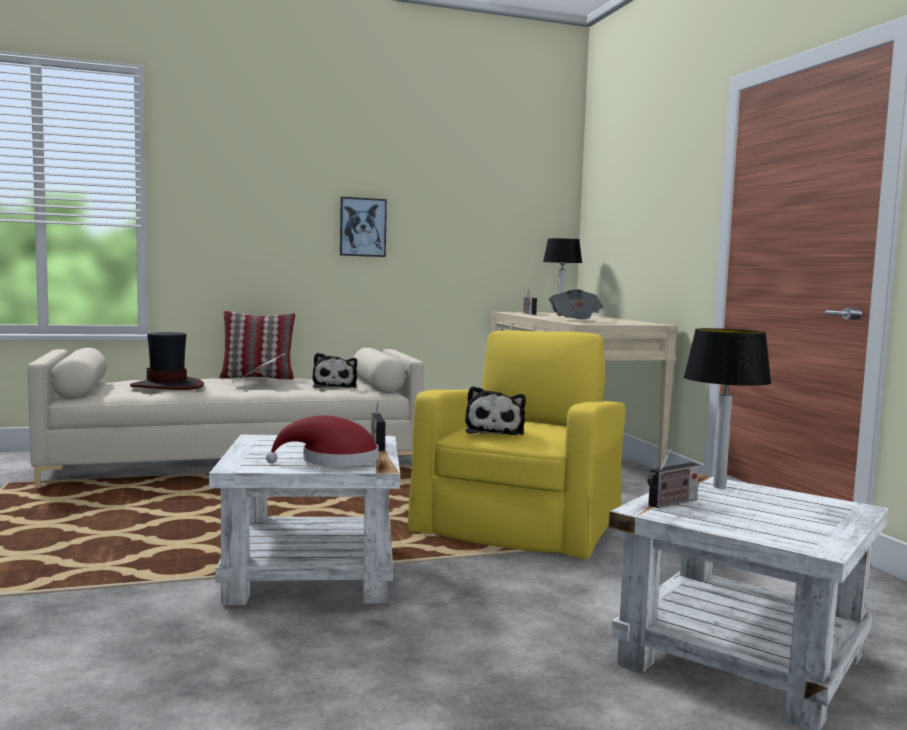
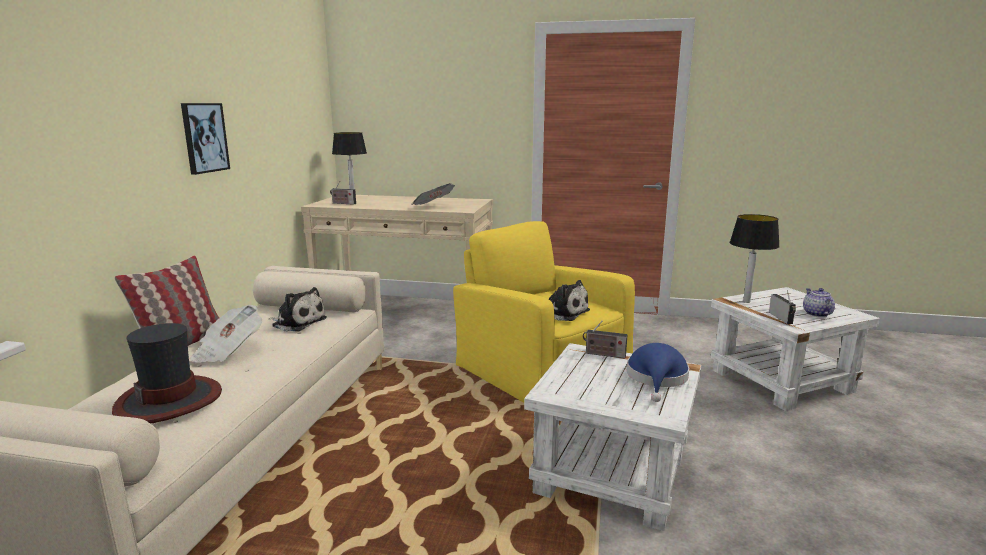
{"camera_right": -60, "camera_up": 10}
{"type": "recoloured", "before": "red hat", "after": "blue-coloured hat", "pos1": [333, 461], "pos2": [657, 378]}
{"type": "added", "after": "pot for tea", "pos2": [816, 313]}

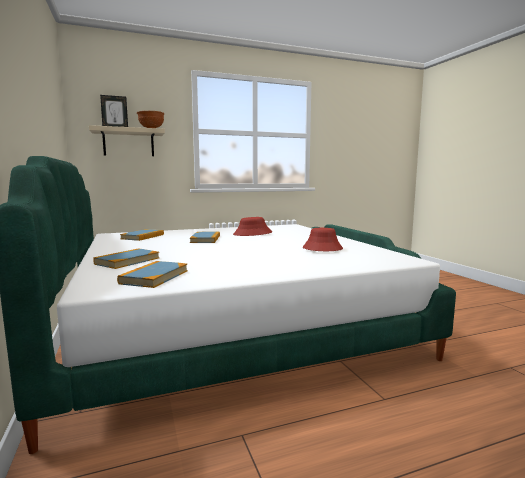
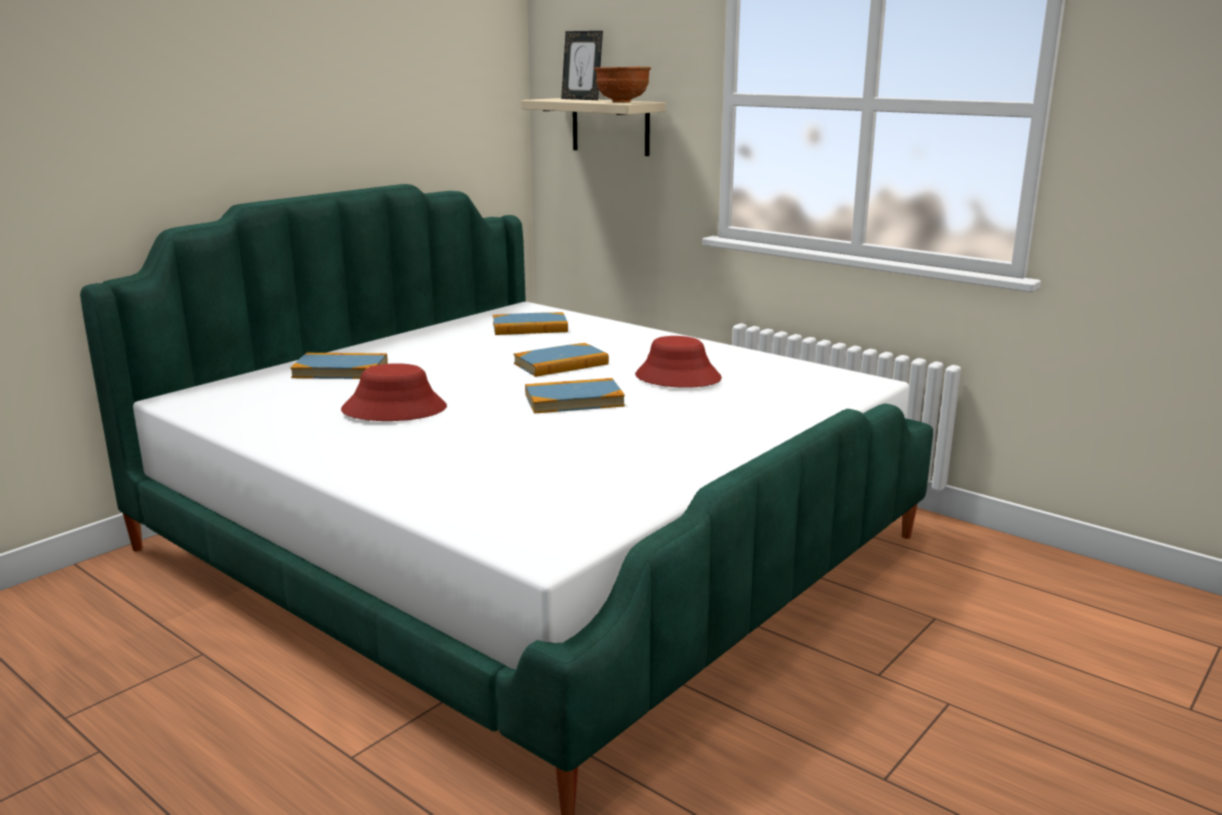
{"camera_right": 60, "camera_up": 10}
{"type": "moved", "before": "red hat", "pos1": [322, 248], "pos2": [394, 409]}
{"type": "moved", "before": "volume", "pos1": [154, 277], "pos2": [574, 400]}

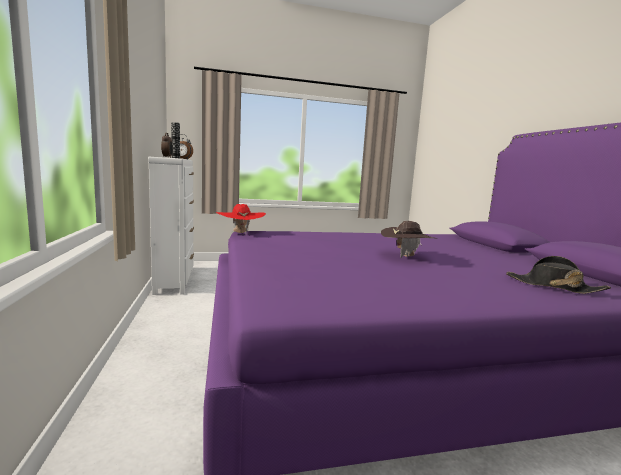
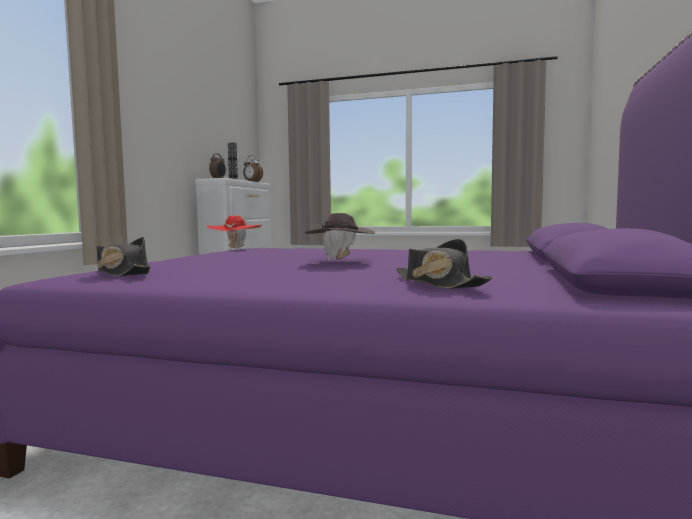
{"camera_right": 30, "camera_up": -5}
{"type": "added", "after": "black-coloured hat", "pos2": [123, 273]}

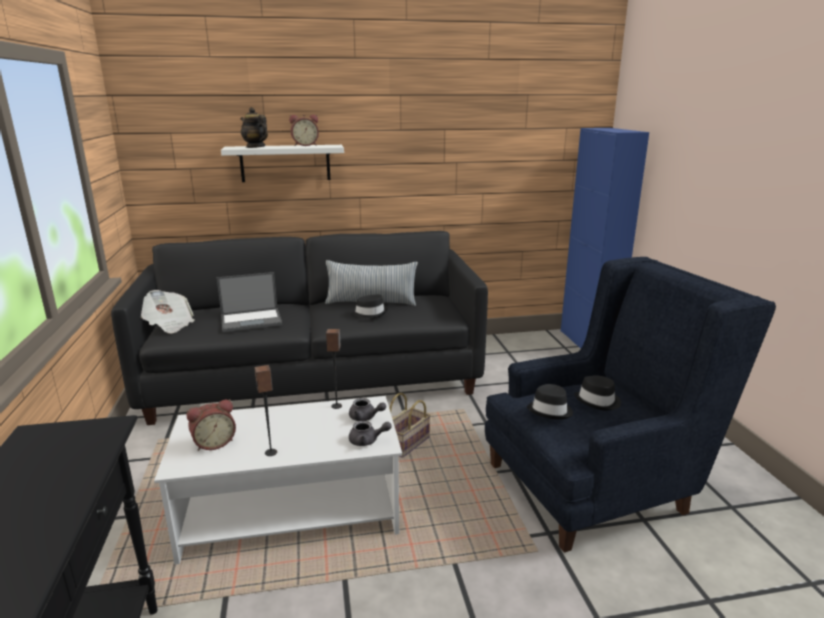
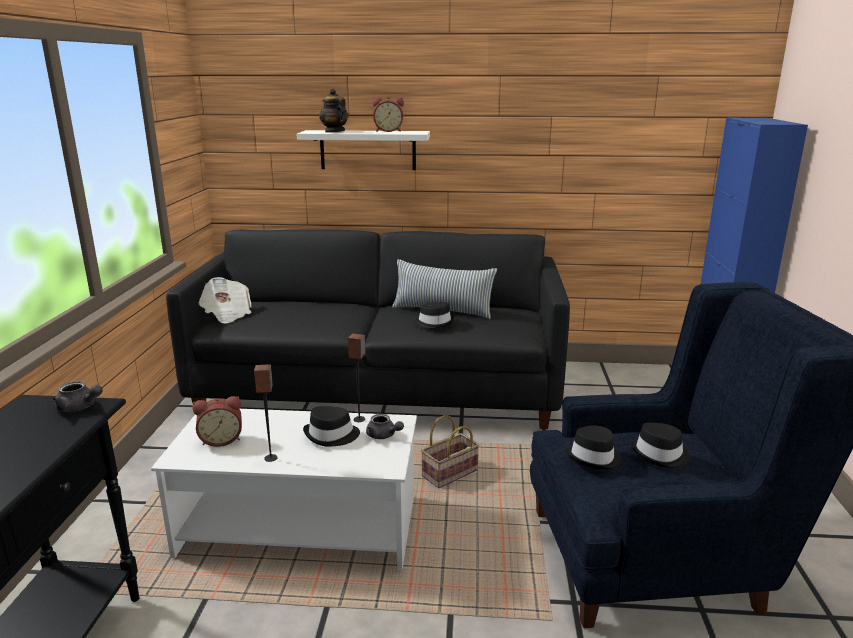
{"camera_right": 15, "camera_up": 0}
{"type": "removed", "before": "portable computer", "pos1": [252, 320]}
{"type": "moved", "before": "gray pot for tea", "pos1": [367, 441], "pos2": [79, 408]}
{"type": "added", "after": "black-coloured hat", "pos2": [331, 435]}

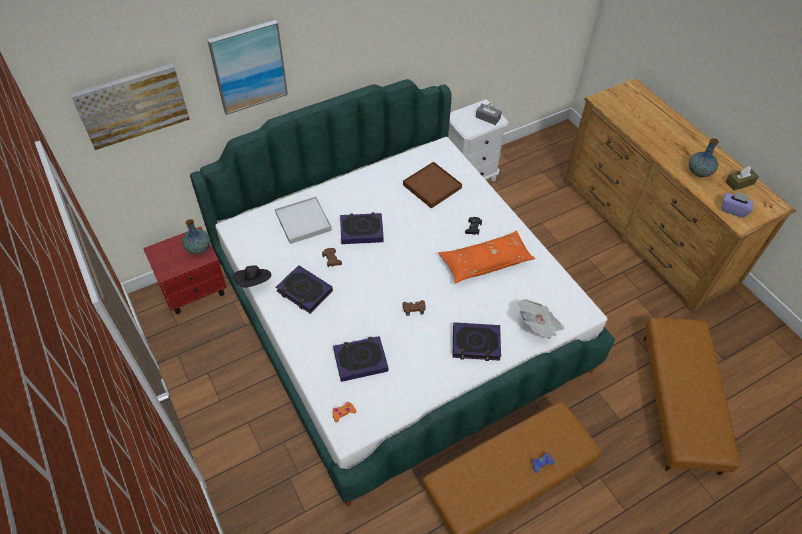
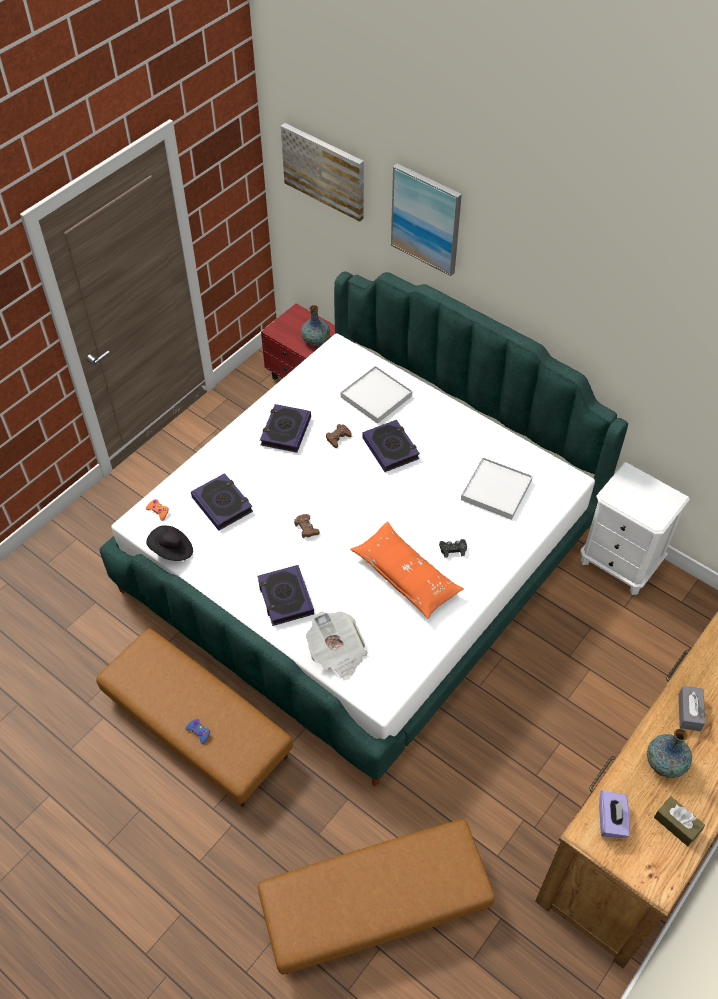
{"camera_right": 70, "camera_up": 0}
{"type": "moved", "before": "gray tissue holder", "pos1": [488, 118], "pos2": [689, 712]}
{"type": "recoloured", "before": "brown serving tray", "after": "white-coloured serving tray", "pos1": [432, 186], "pos2": [496, 490]}
{"type": "moved", "before": "black-coloured hat", "pos1": [254, 282], "pos2": [172, 551]}

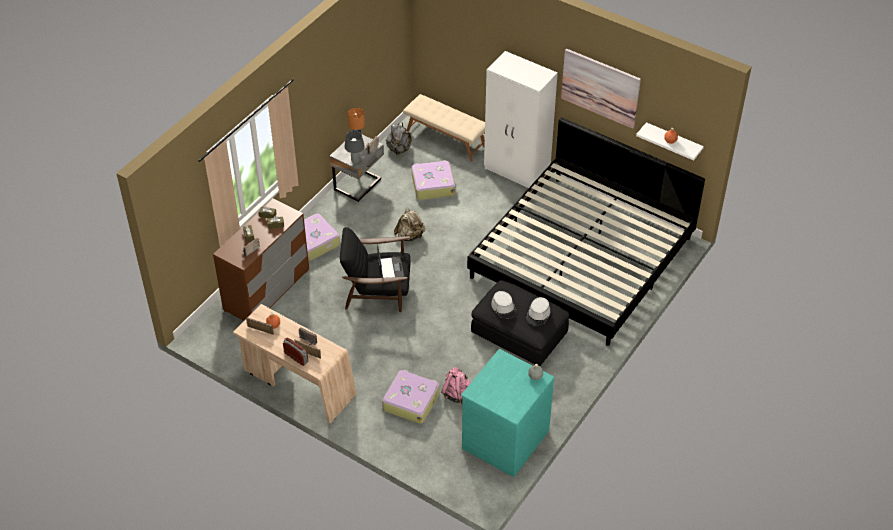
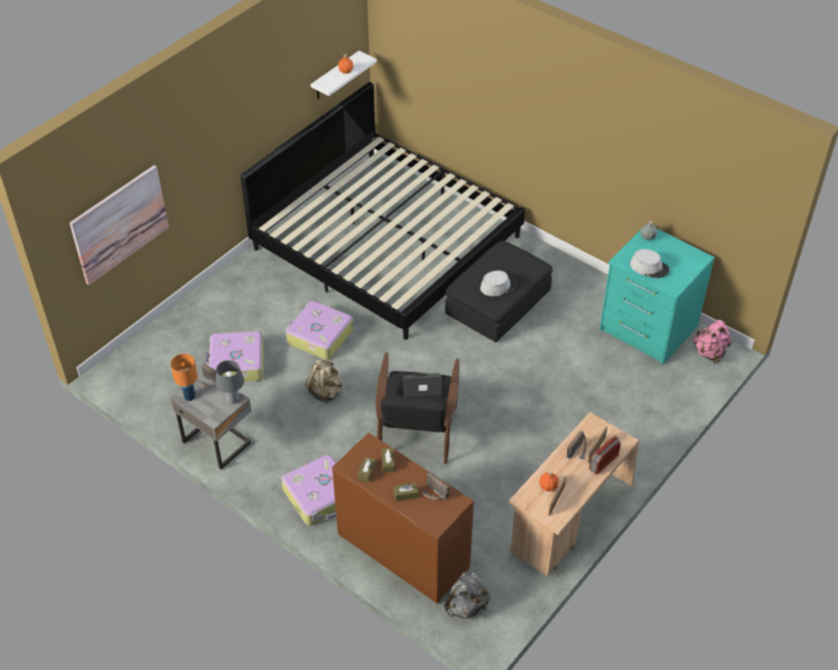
{"camera_right": -85, "camera_up": 0}
{"type": "moved", "before": "wall picture", "pos1": [600, 87], "pos2": [120, 224]}
{"type": "removed", "before": "white-coloured armoire", "pos1": [517, 171]}
{"type": "removed", "before": "beige-coloured long seat", "pos1": [446, 138]}
{"type": "moved", "before": "gray knapsack", "pos1": [399, 149], "pos2": [466, 606]}
{"type": "moved", "before": "gray hat", "pos1": [538, 314], "pos2": [649, 267]}
{"type": "moved", "before": "pinkish knapsack", "pos1": [457, 394], "pos2": [709, 352]}
{"type": "moved", "before": "suitcase", "pos1": [411, 401], "pos2": [319, 336]}

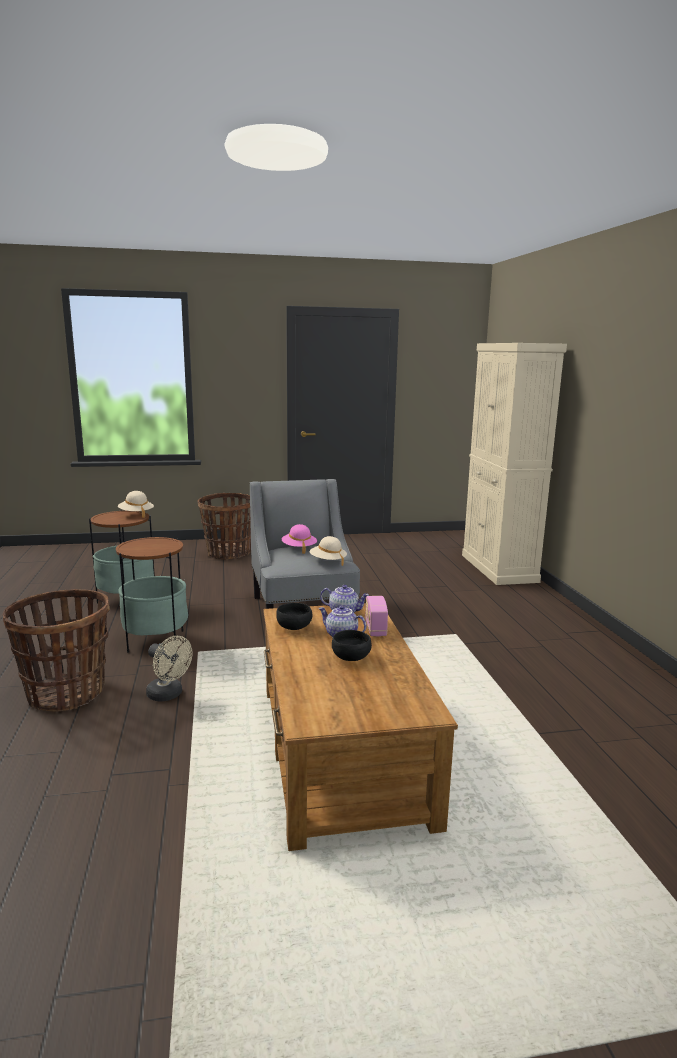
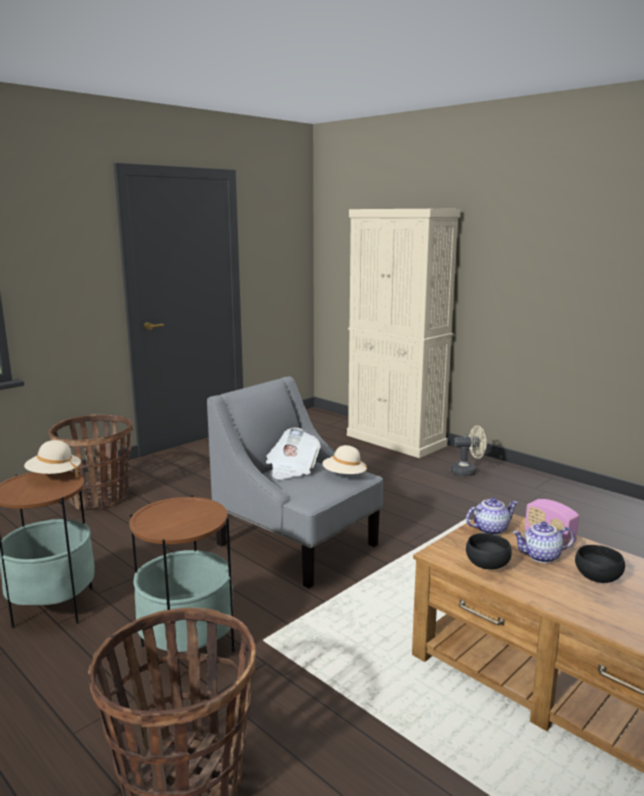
{"camera_right": -35, "camera_up": 0}
{"type": "replaced", "before": "pinkish hat", "after": "daily paper", "pos1": [299, 548], "pos2": [291, 468]}
{"type": "moved", "before": "beige-coloured electric fan", "pos1": [169, 695], "pos2": [467, 472]}

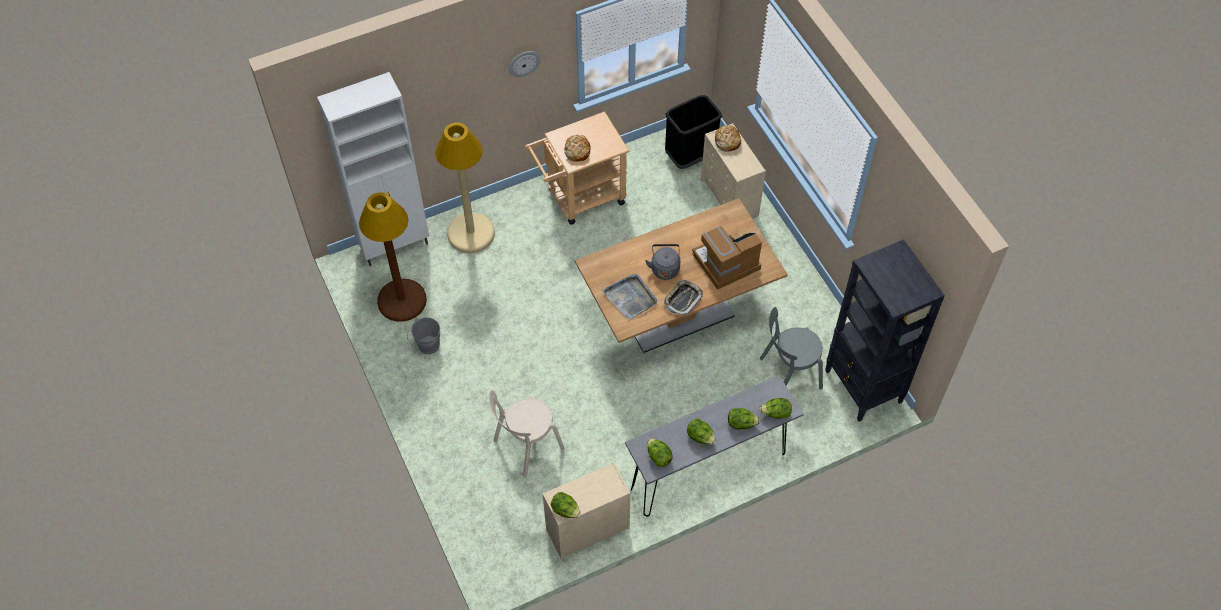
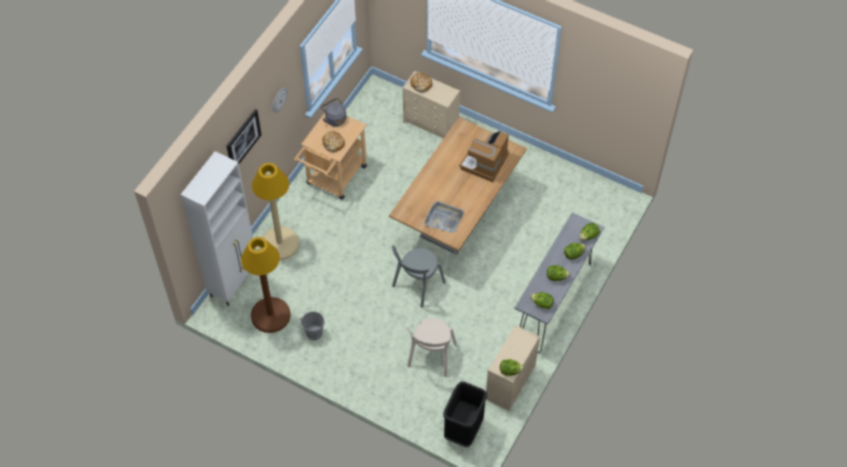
{"camera_right": -35, "camera_up": 0}
{"type": "moved", "before": "black-coloured waste bin", "pos1": [690, 157], "pos2": [463, 429]}
{"type": "removed", "before": "black-coloured shelving unit", "pos1": [863, 387]}
{"type": "moved", "before": "gray water kettle", "pos1": [664, 268], "pos2": [334, 119]}
{"type": "removed", "before": "serving tray", "pos1": [683, 299]}
{"type": "moved", "before": "gray plain chair", "pos1": [787, 374], "pos2": [417, 286]}
{"type": "added", "after": "wall picture", "pos2": [243, 139]}

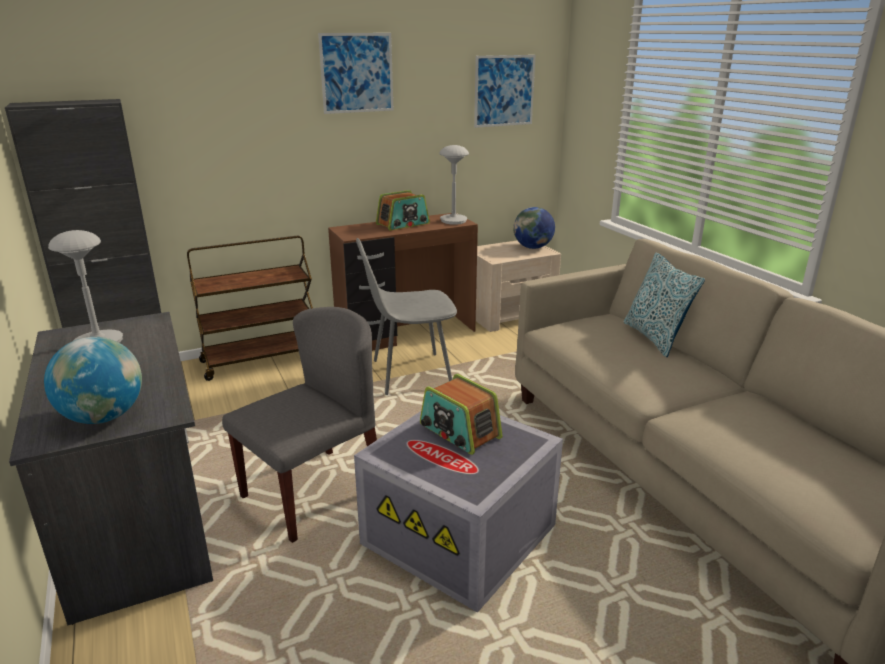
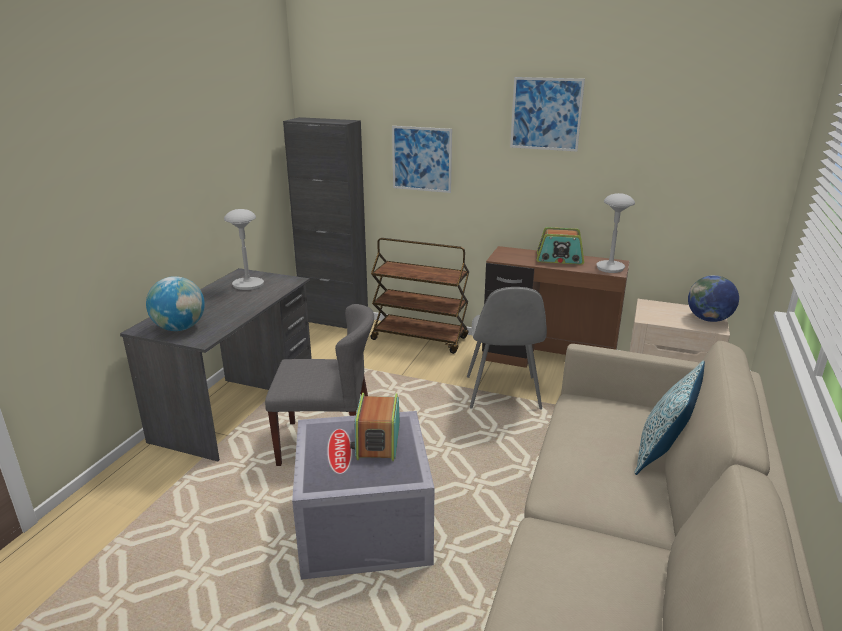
{"camera_right": 45, "camera_up": 0}
{"type": "moved", "before": "wall picture", "pos1": [504, 91], "pos2": [421, 159]}
{"type": "turned", "before": "gray plain chair", "pos1": [409, 374], "pos2": [502, 394], "turn": -120}

